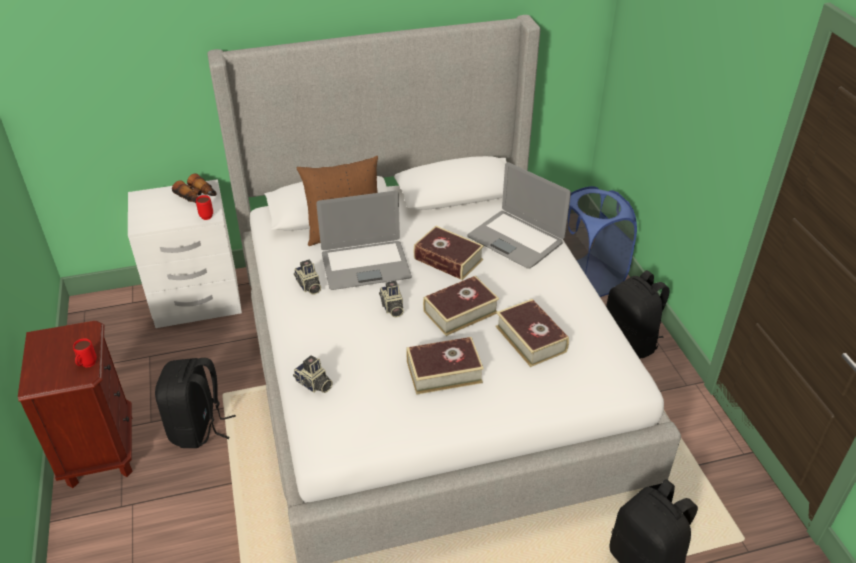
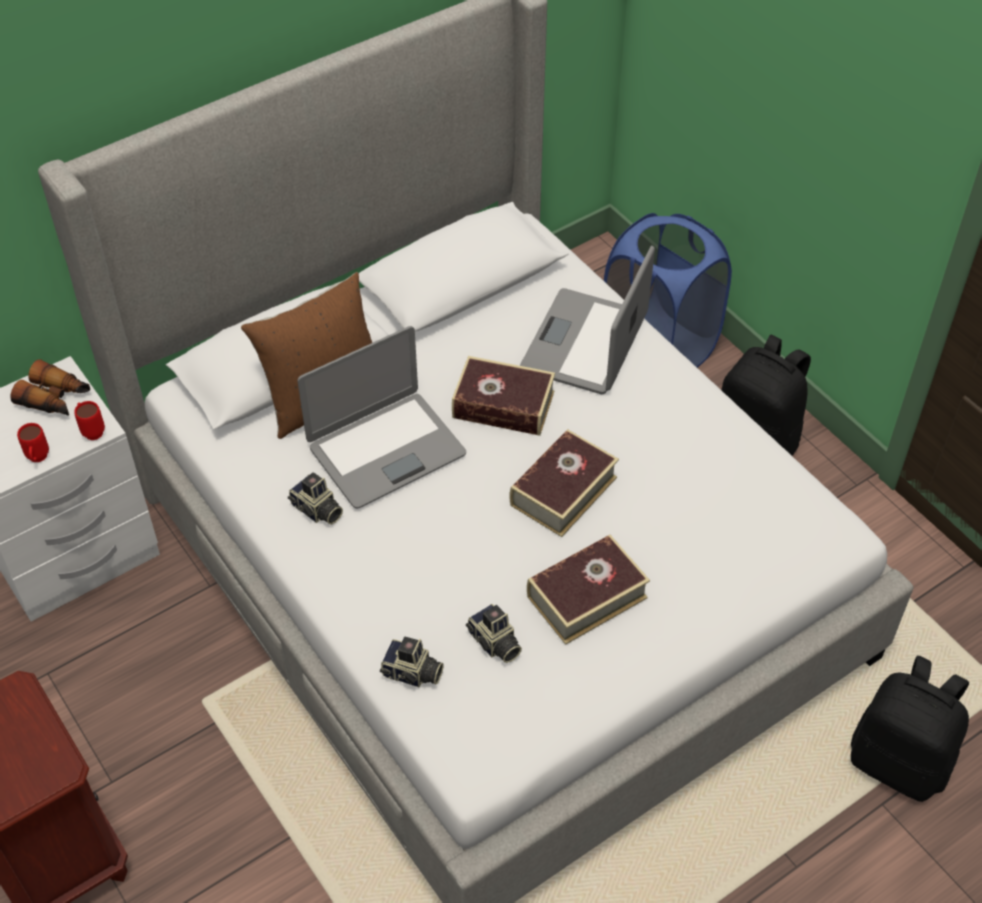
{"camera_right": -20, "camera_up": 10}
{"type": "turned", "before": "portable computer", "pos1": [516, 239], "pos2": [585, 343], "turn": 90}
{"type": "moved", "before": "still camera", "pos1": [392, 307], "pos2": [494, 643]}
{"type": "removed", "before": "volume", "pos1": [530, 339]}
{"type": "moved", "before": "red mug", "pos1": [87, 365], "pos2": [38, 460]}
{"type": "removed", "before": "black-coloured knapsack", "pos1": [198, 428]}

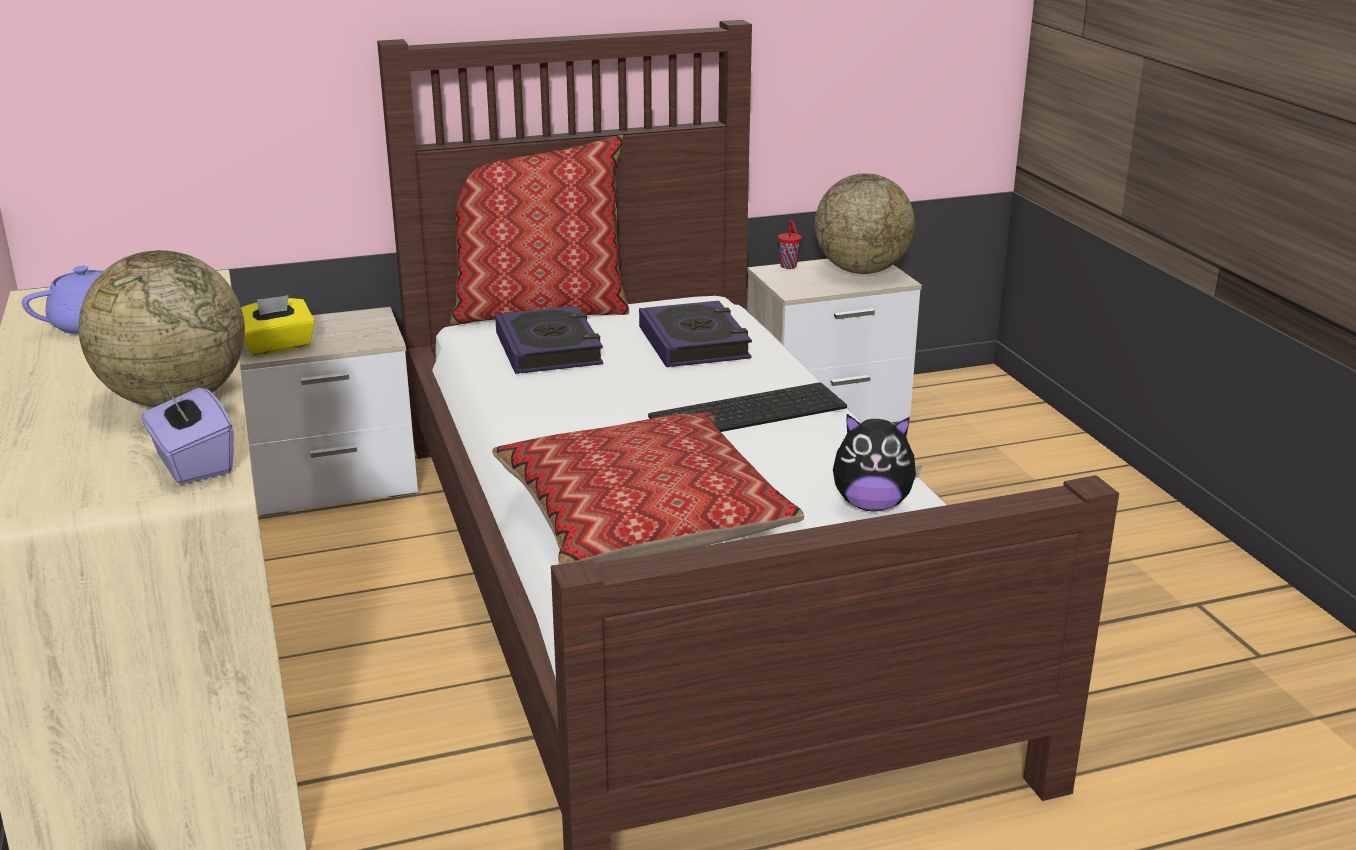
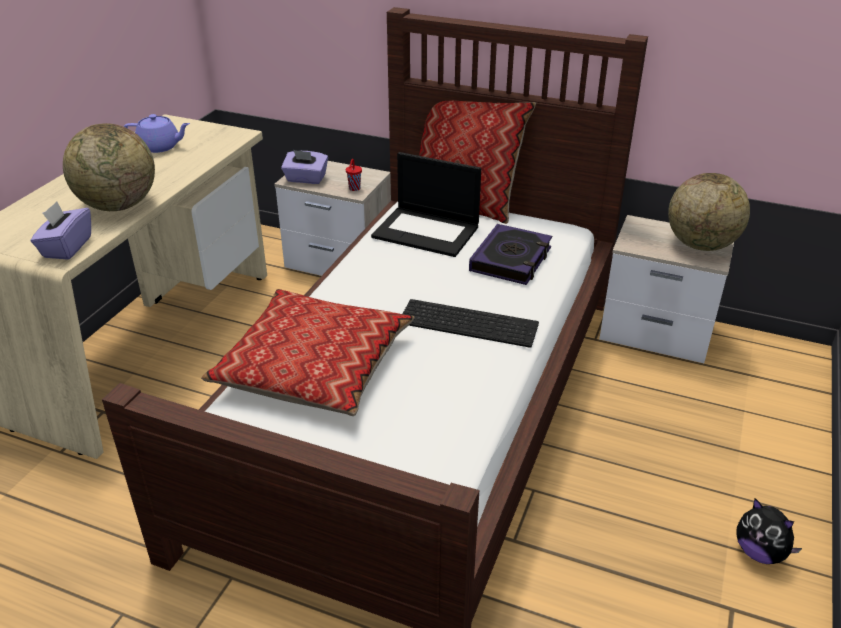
{"camera_right": 40, "camera_up": 10}
{"type": "moved", "before": "red drinking cup", "pos1": [789, 267], "pos2": [354, 189]}
{"type": "recoloured", "before": "yellow-coloured tissue holder", "after": "purplish tissue holder", "pos1": [278, 347], "pos2": [306, 179]}
{"type": "replaced", "before": "volume", "after": "portable computer", "pos1": [549, 349], "pos2": [427, 231]}
{"type": "moved", "before": "plush toy", "pos1": [872, 505], "pos2": [759, 552]}

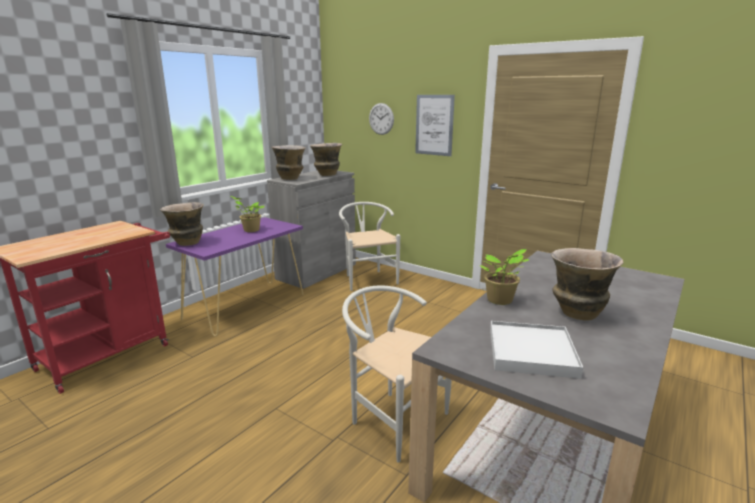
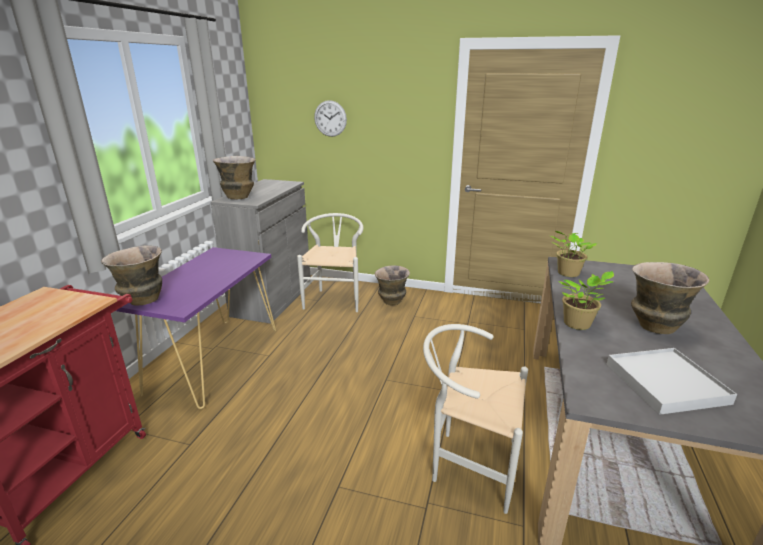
{"camera_right": -20, "camera_up": 5}
{"type": "removed", "before": "wall picture", "pos1": [434, 125]}
{"type": "moved", "before": "decorative vase", "pos1": [327, 175], "pos2": [391, 302]}
{"type": "moved", "before": "potted plant", "pos1": [250, 230], "pos2": [567, 273]}
{"type": "turned", "before": "white-coloured plain chair", "pos1": [368, 278], "pos2": [335, 298], "turn": 45}

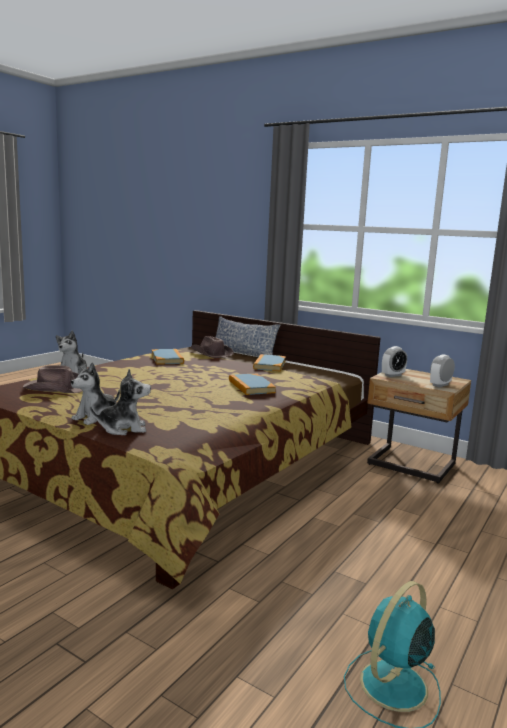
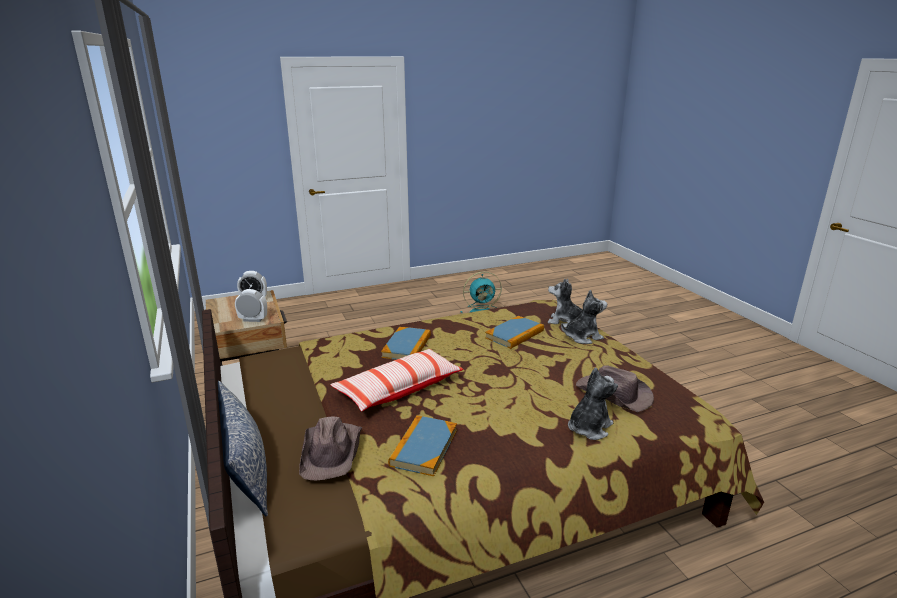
{"camera_right": -145, "camera_up": 10}
{"type": "moved", "before": "volume", "pos1": [269, 365], "pos2": [514, 334]}
{"type": "added", "after": "cushion", "pos2": [399, 389]}

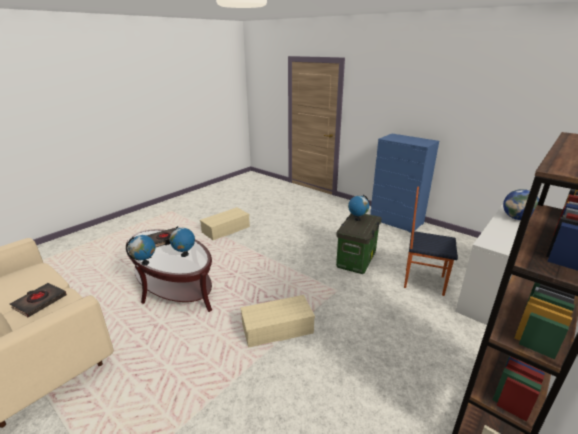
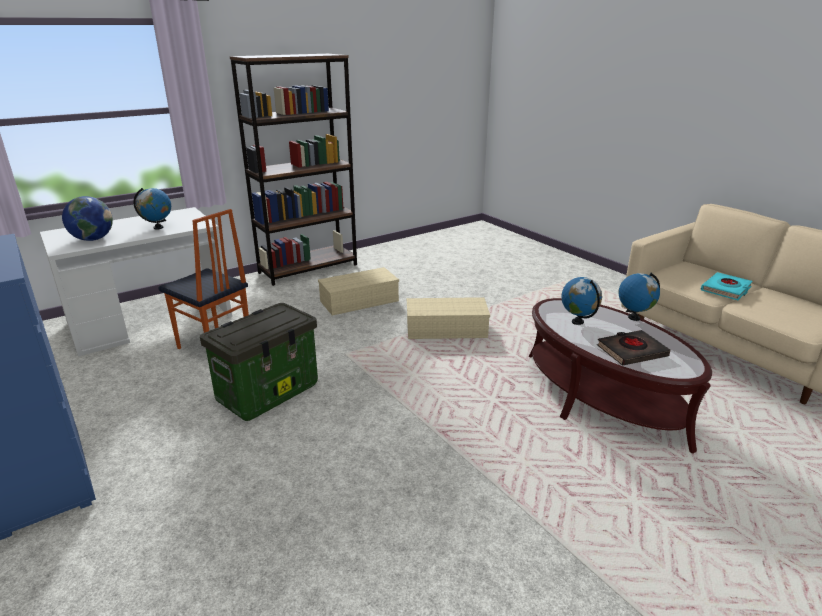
{"camera_right": -165, "camera_up": 0}
{"type": "moved", "before": "world globe", "pos1": [357, 219], "pos2": [158, 227]}
{"type": "moved", "before": "beige-coloured storage box", "pos1": [225, 230], "pos2": [360, 300]}
{"type": "recoloured", "before": "black-coloured volume", "after": "turquoise-coloured volume", "pos1": [39, 302], "pos2": [726, 289]}

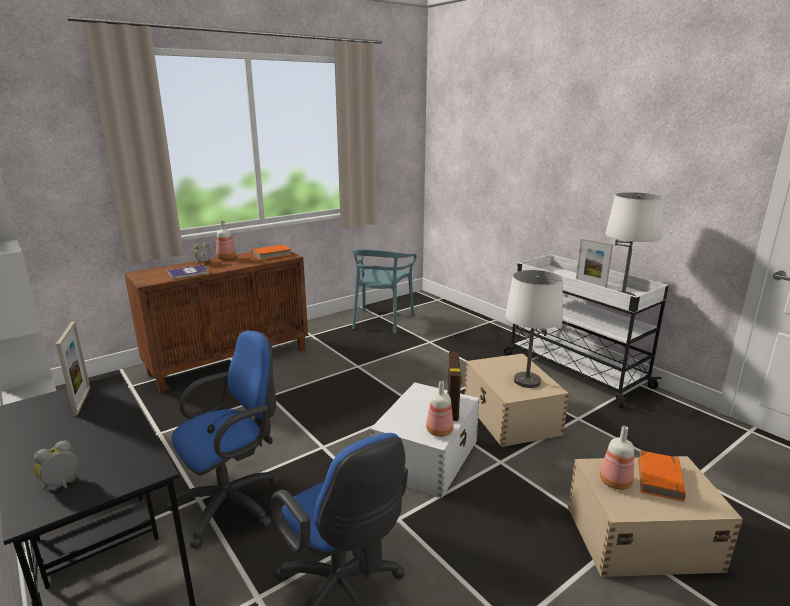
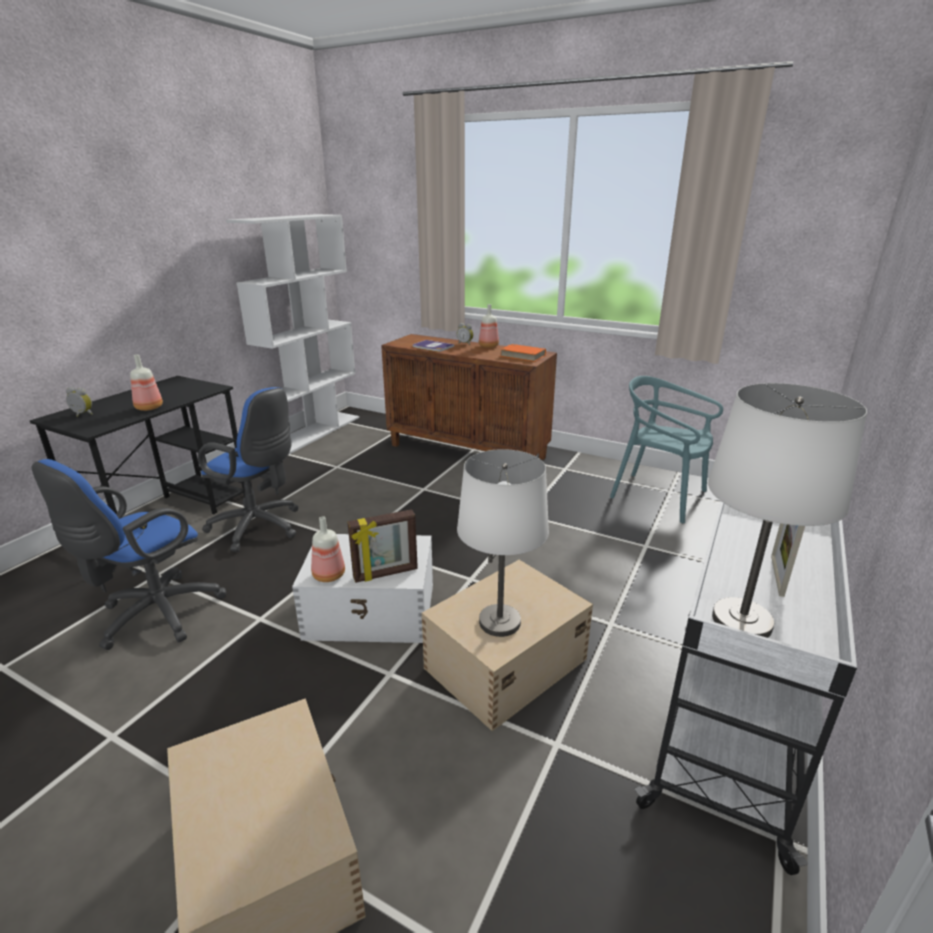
{"camera_right": 65, "camera_up": 5}
{"type": "turned", "before": "turquoise-coloured plain chair", "pos1": [381, 320], "pos2": [659, 496], "turn": 45}
{"type": "removed", "before": "photo frame", "pos1": [82, 401]}
{"type": "moved", "before": "bottle", "pos1": [616, 483], "pos2": [148, 408]}
{"type": "removed", "before": "orange volume", "pos1": [660, 478]}

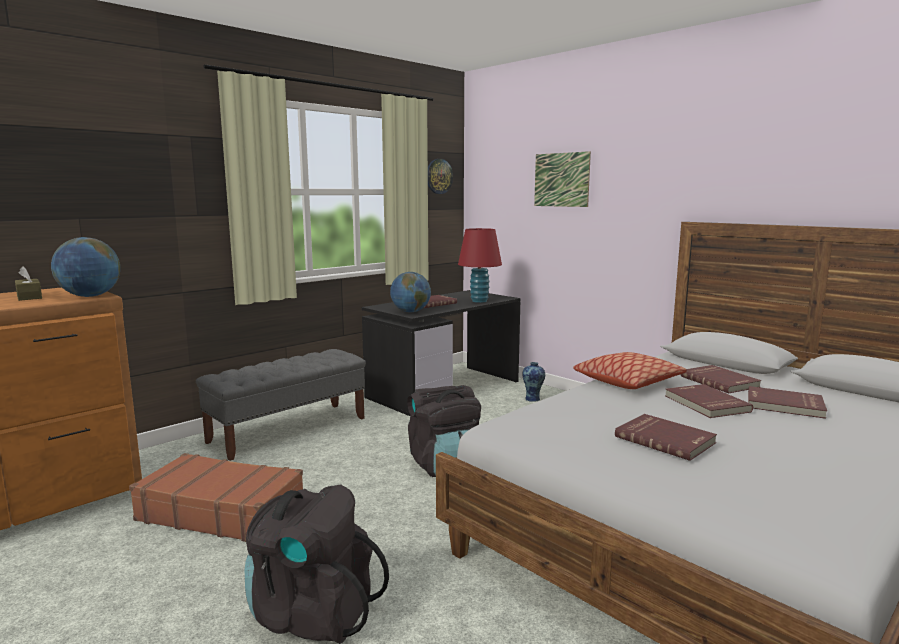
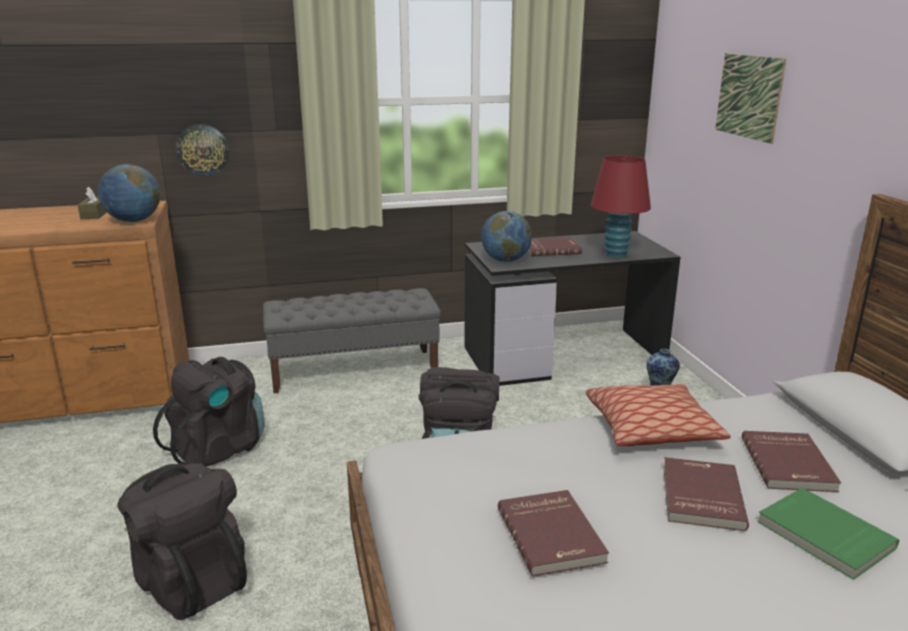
{"camera_right": 30, "camera_up": 10}
{"type": "moved", "before": "wall clock", "pos1": [438, 176], "pos2": [202, 150]}
{"type": "recoloured", "before": "red volume", "after": "greenish volume", "pos1": [784, 405], "pos2": [823, 535]}
{"type": "replaced", "before": "brown suitcase", "after": "black-coloured knapsack", "pos1": [221, 511], "pos2": [219, 448]}

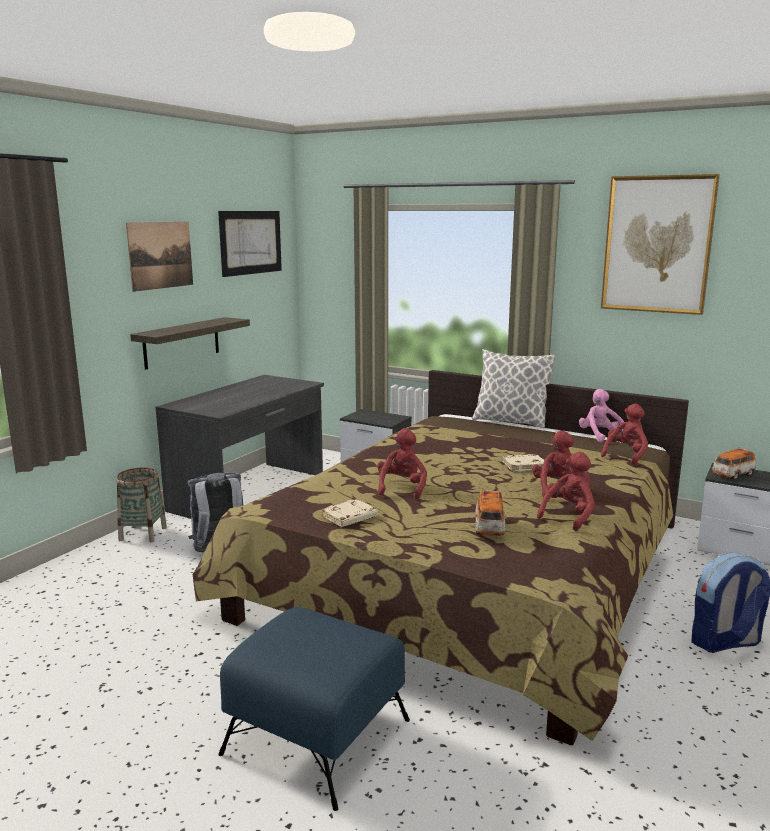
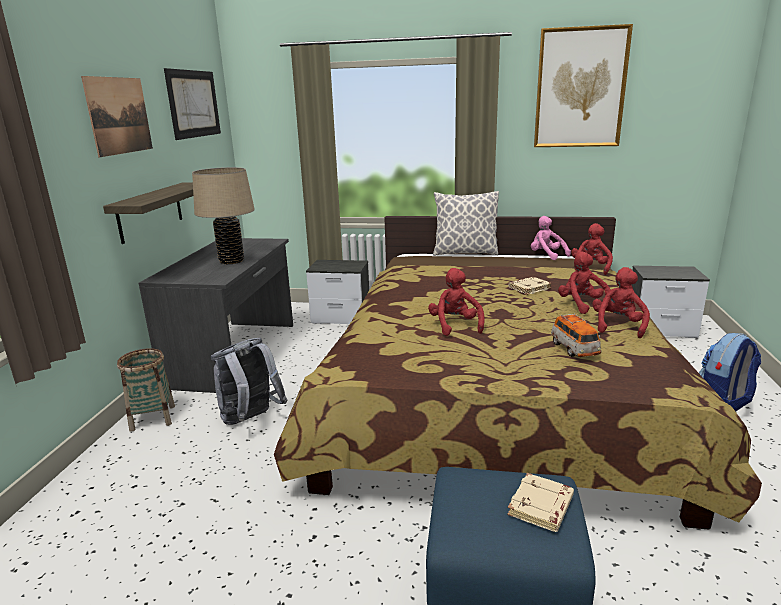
{"camera_right": -20, "camera_up": 5}
{"type": "removed", "before": "miniature car", "pos1": [732, 475]}
{"type": "moved", "before": "beige-coloured volume", "pos1": [350, 517], "pos2": [541, 507]}
{"type": "added", "after": "beige-coloured lamp for a table", "pos2": [231, 261]}

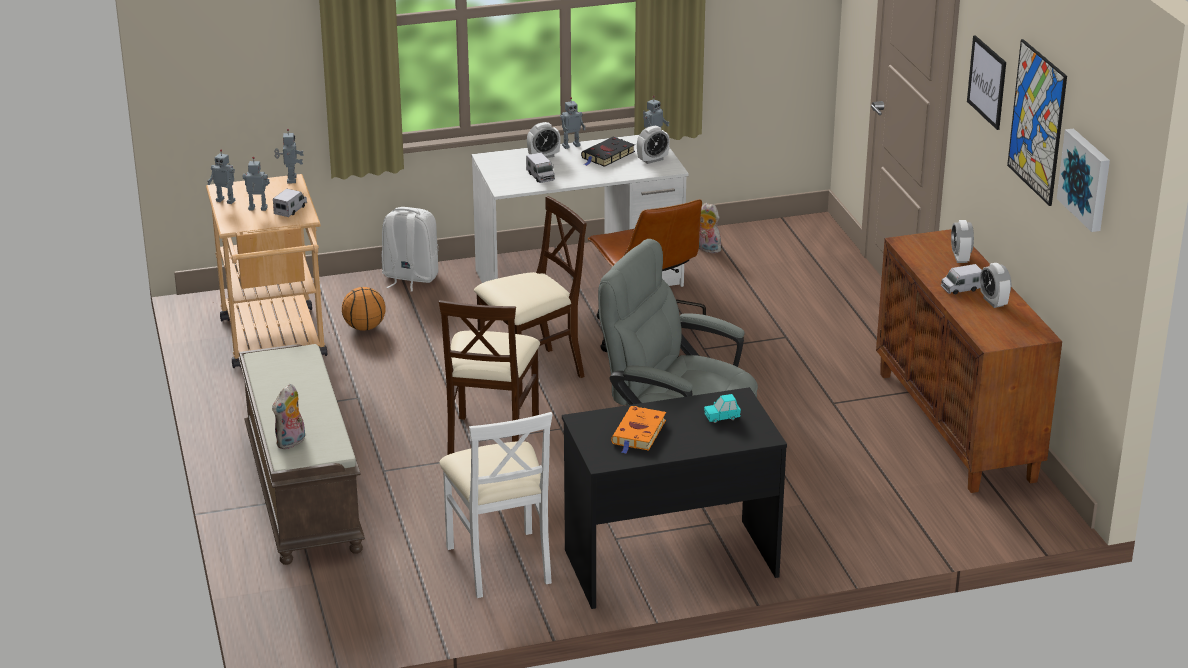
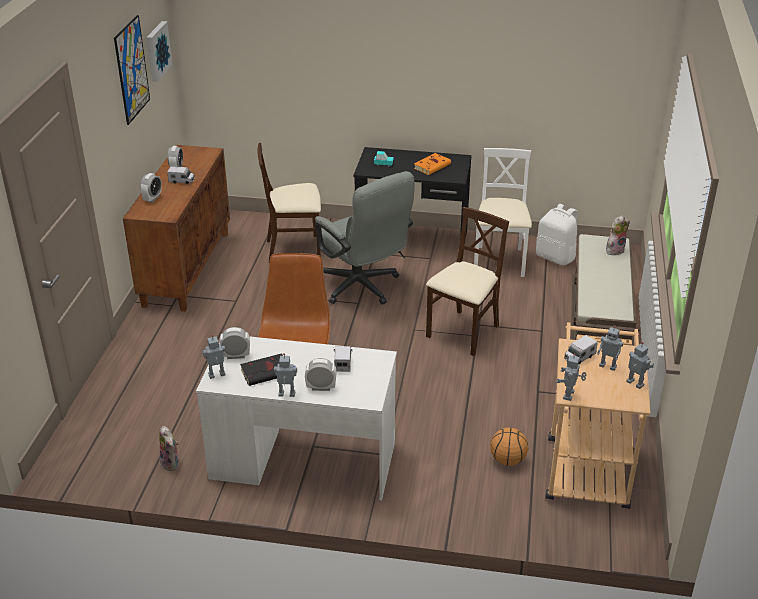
{"camera_right": -155, "camera_up": 5}
{"type": "removed", "before": "wall picture", "pos1": [987, 82]}
{"type": "moved", "before": "beige-coloured plain chair", "pos1": [531, 374], "pos2": [294, 249]}
{"type": "moved", "before": "white-coloured knapsack", "pos1": [409, 277], "pos2": [556, 257]}

